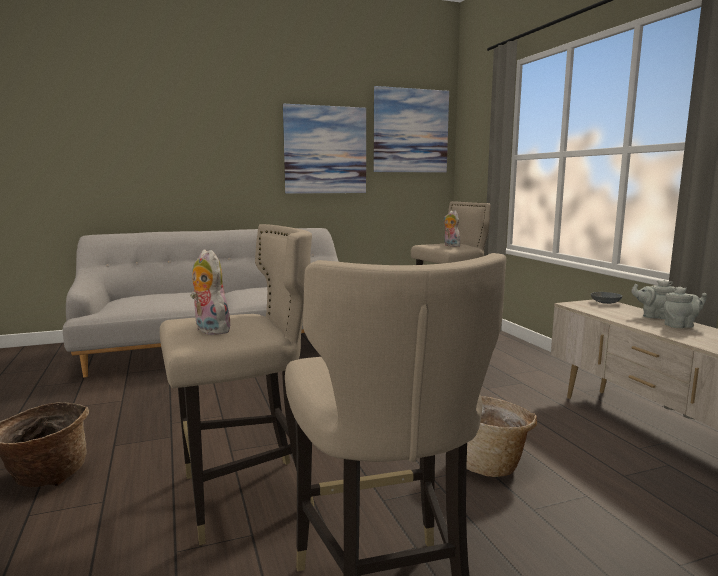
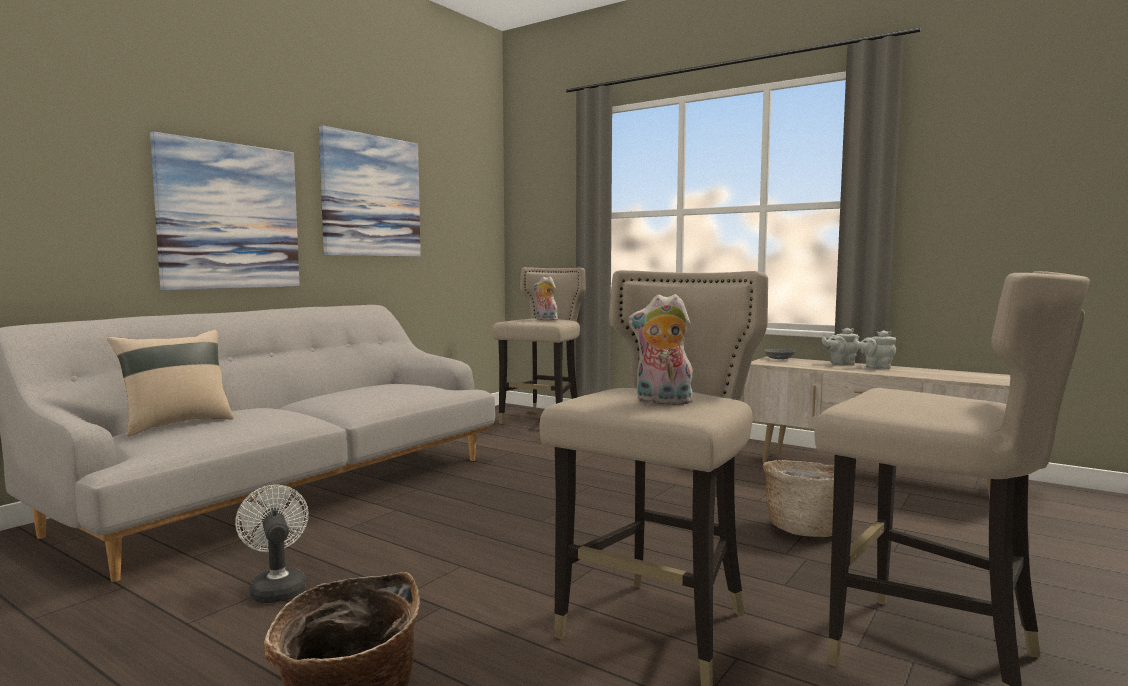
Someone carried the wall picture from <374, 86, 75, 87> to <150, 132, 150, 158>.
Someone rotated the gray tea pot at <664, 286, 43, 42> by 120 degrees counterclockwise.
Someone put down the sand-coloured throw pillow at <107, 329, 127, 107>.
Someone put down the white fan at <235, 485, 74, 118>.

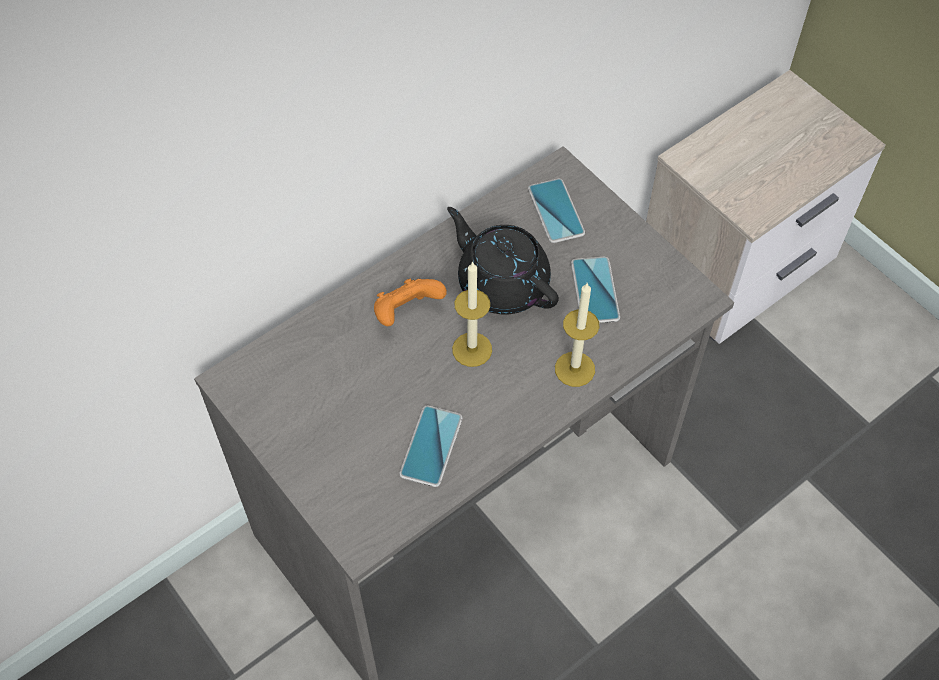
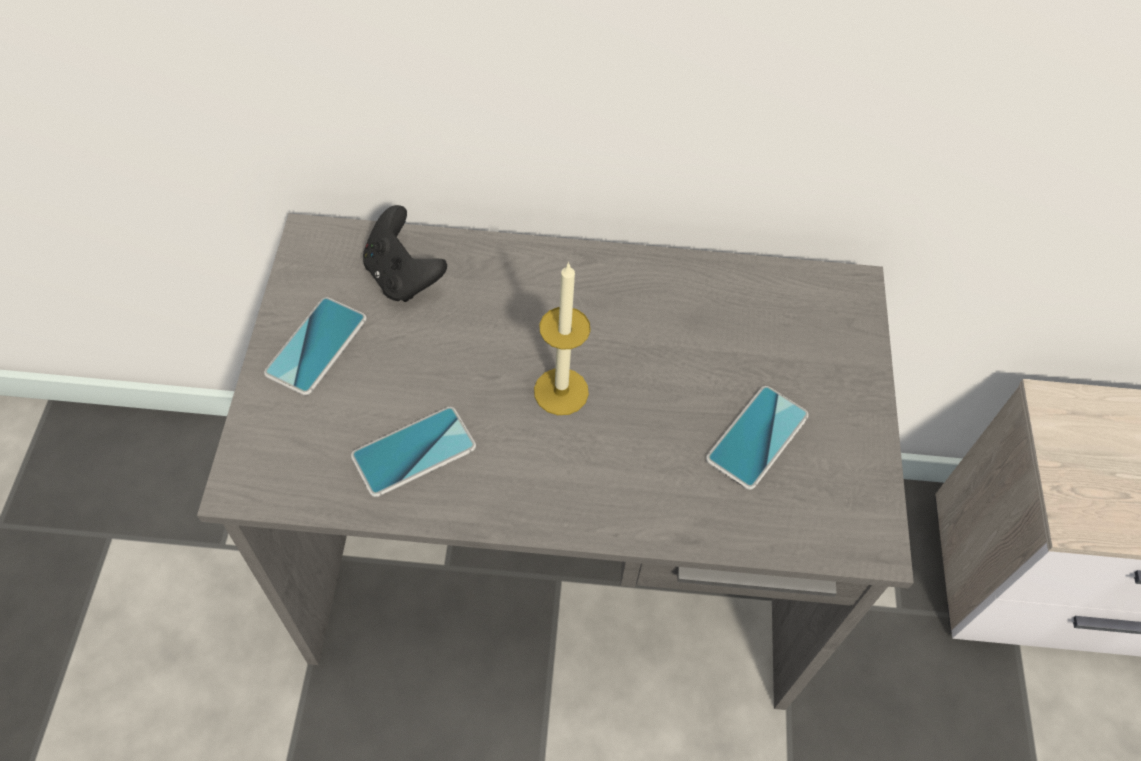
Someone carried the handset from <528, 179, 57, 64> to <264, 297, 103, 98>.
Someone took away the blackish tea pot at <447, 207, 112, 108>.
Someone took away the orange game controller at <374, 279, 73, 47>.
Someone took away the candle at <555, 283, 44, 104>.
Someone put down the blackish game controller at <363, 205, 84, 97>.

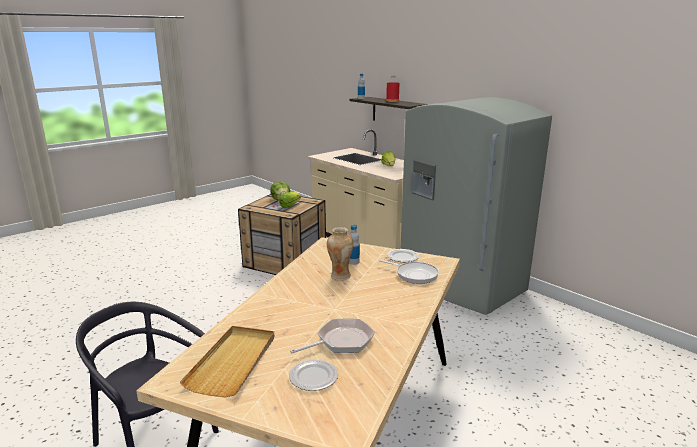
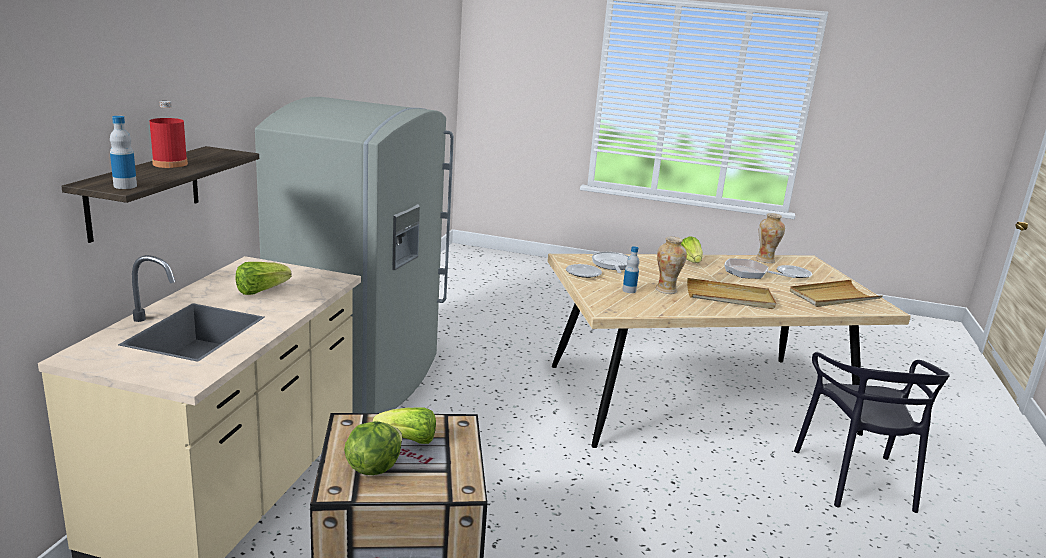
Someone put down the decorative vase at <756, 213, 29, 50>.
Someone put down the head of lettuce at <681, 236, 22, 27>.
Someone put down the sand-coloured carrying tray at <687, 278, 89, 31>.

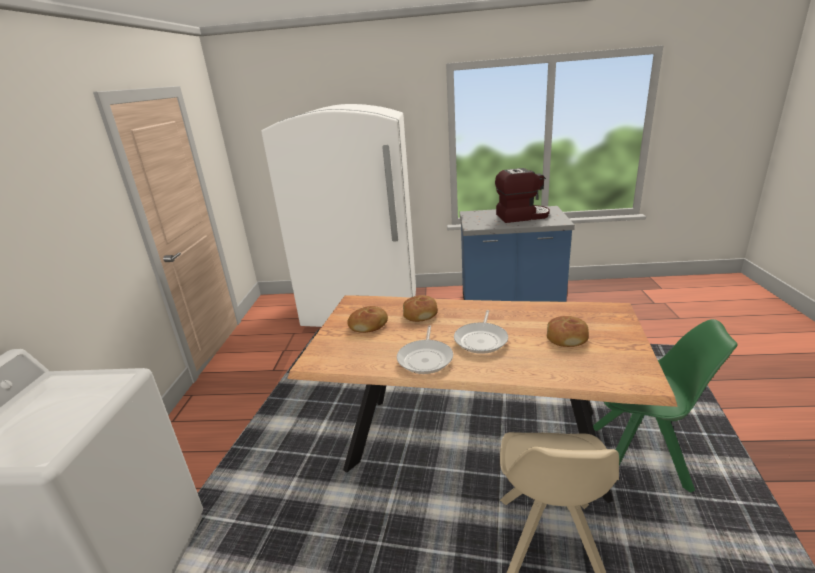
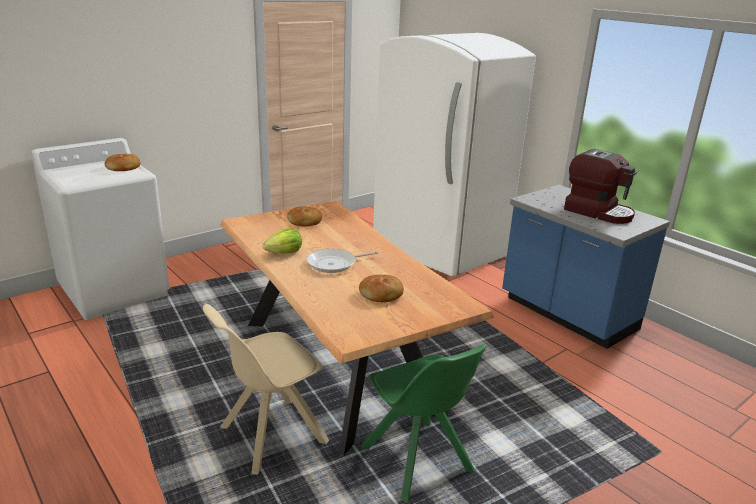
Someone carried the baked bread from <403, 295, 35, 27> to <104, 154, 36, 17>.
Someone swapped the frying pan at <397, 325, 56, 49> for the head of lettuce at <263, 229, 39, 24>.

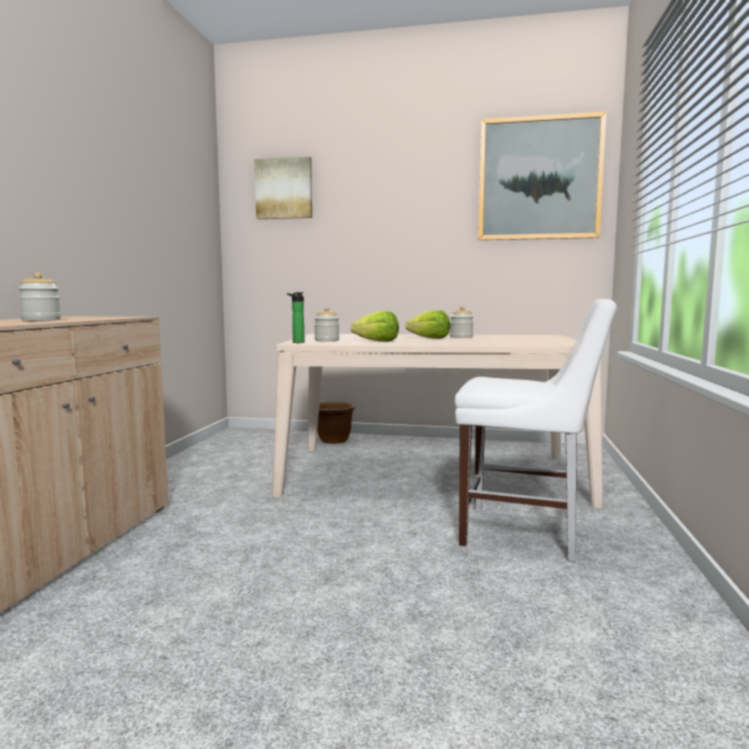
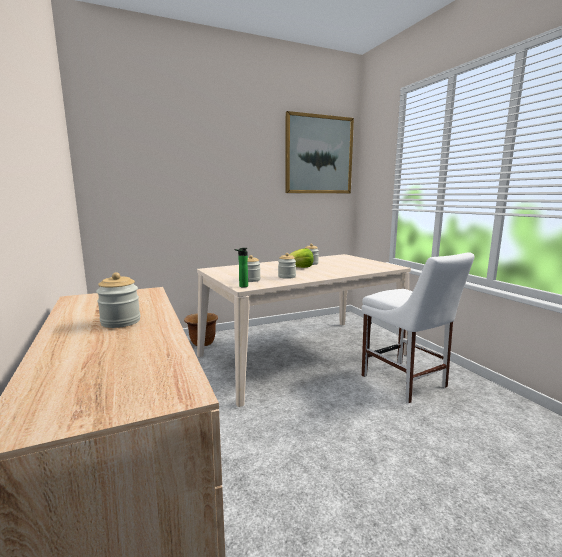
Someone took away the wall picture at <255, 156, 57, 63>.
Someone rotated the white chair at <454, 299, 163, 263> by 75 degrees clockwise.
Someone swapped the head of lettuce at <351, 311, 48, 31> for the preserve jar at <278, 253, 18, 26>.

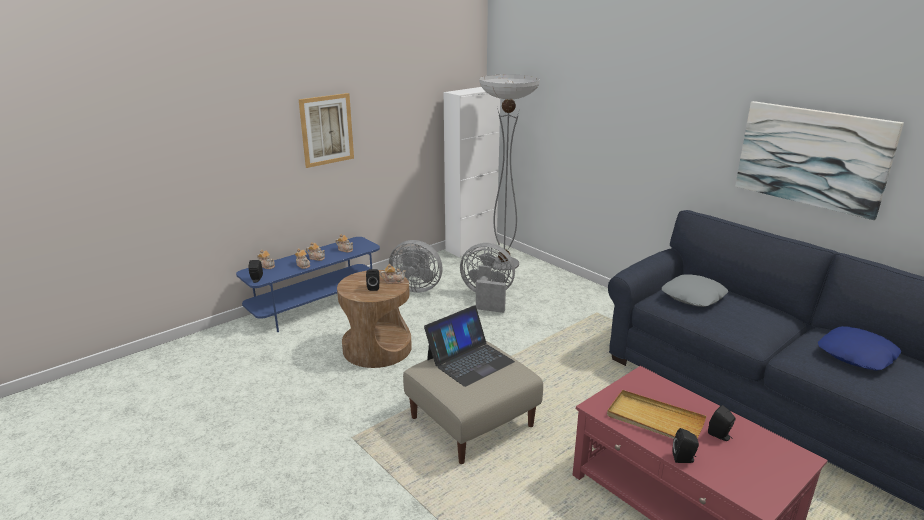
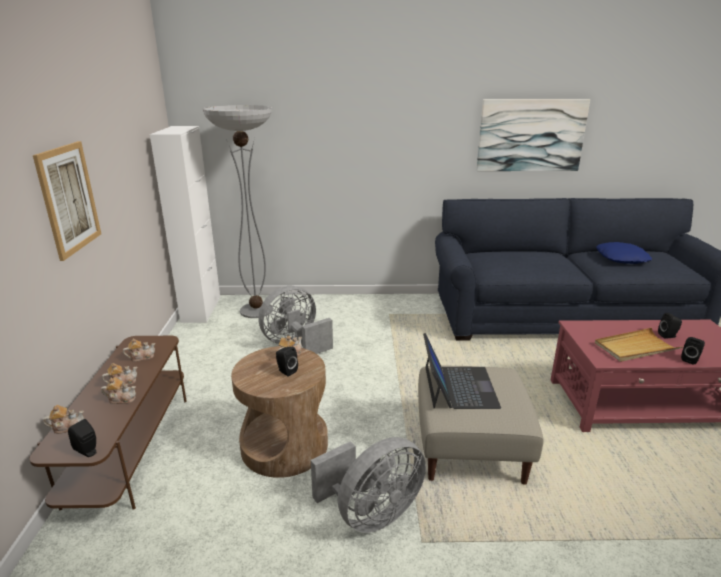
Someone repainted the blue-coloured tv unit at <236, 237, 144, 95>, which became the brownish tv unit at <30, 336, 157, 174>.
Someone carried the gray fan from <389, 240, 54, 53> to <311, 437, 115, 96>.
Someone took away the gray throw pillow at <662, 274, 66, 33>.

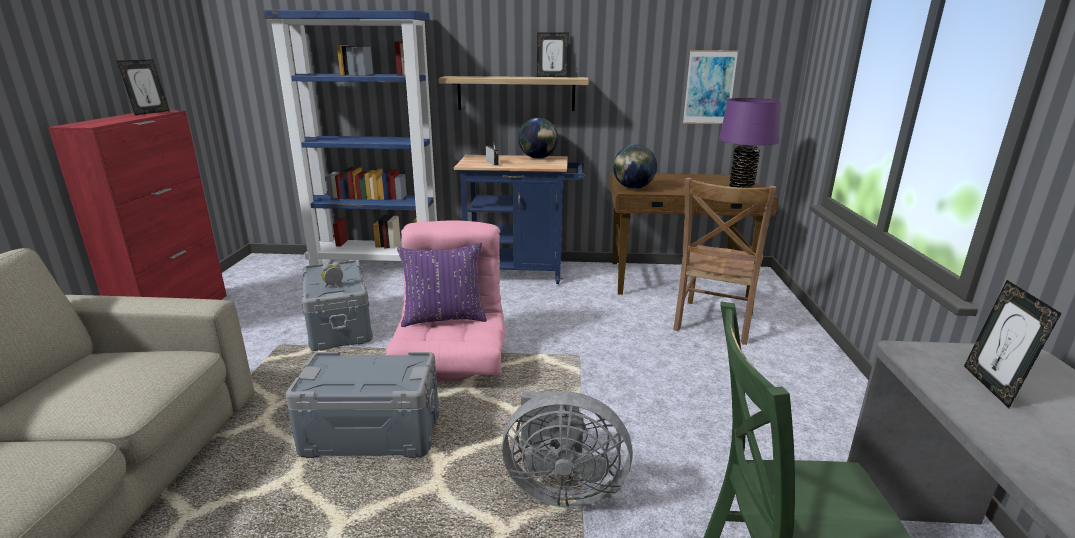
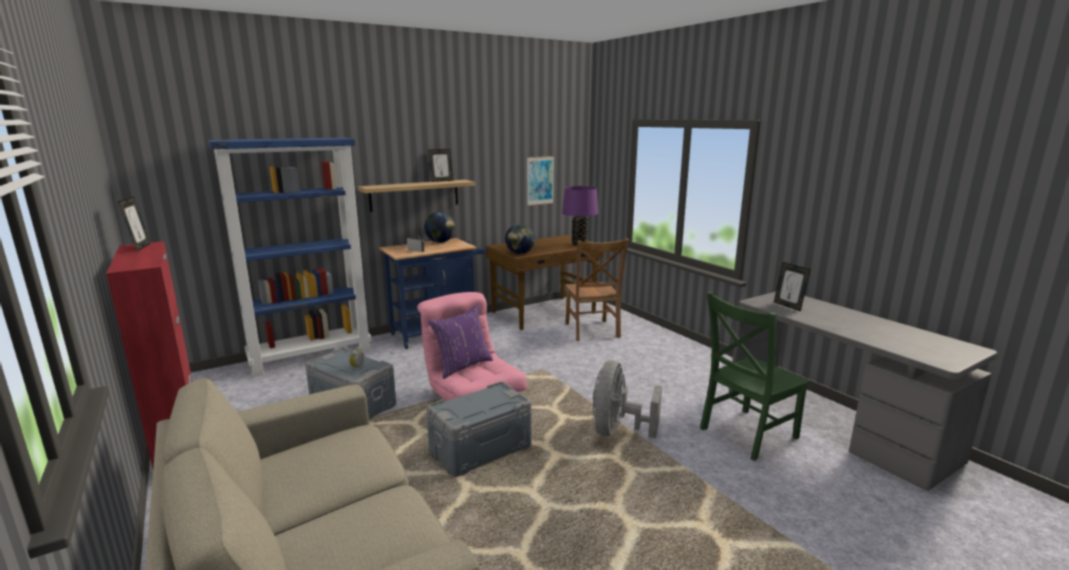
Someone rotated the gray fan at <502, 391, 131, 117> by 135 degrees clockwise.

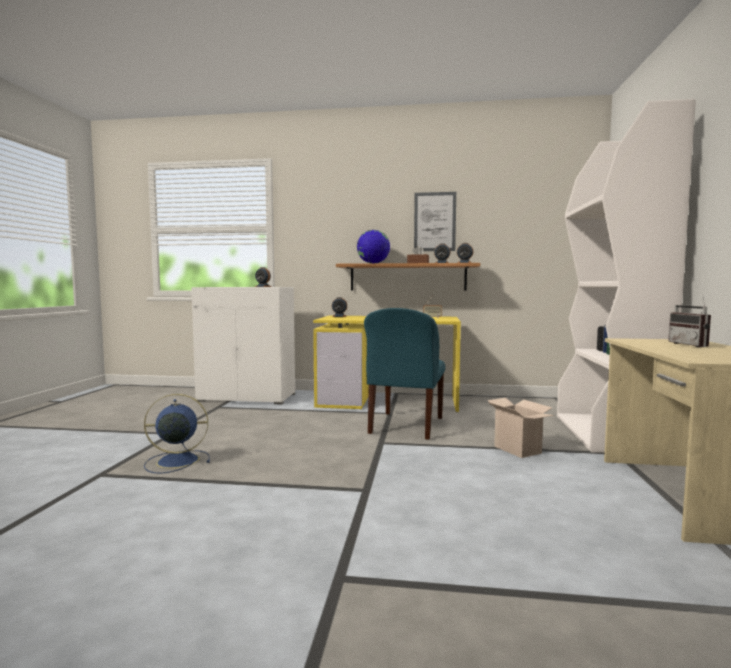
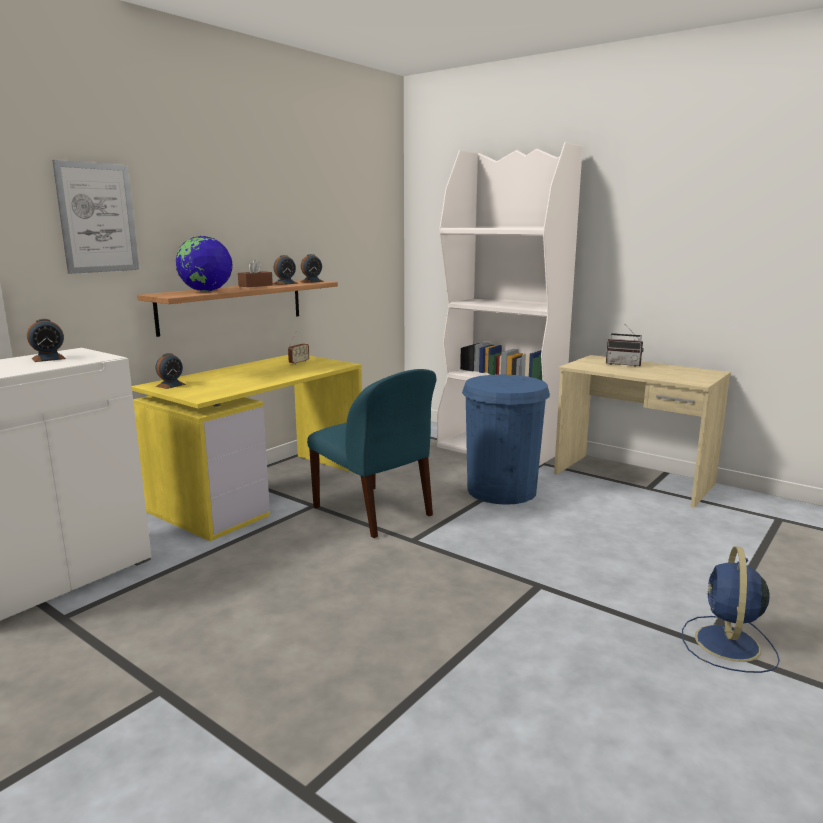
Someone carried the wall picture from <414, 192, 42, 59> to <52, 160, 87, 114>.
Someone carried the blue-coloured fan from <144, 394, 66, 80> to <682, 546, 98, 127>.
Someone swapped the cardboard box at <487, 398, 67, 60> for the blue-coloured waste bin at <462, 375, 88, 130>.

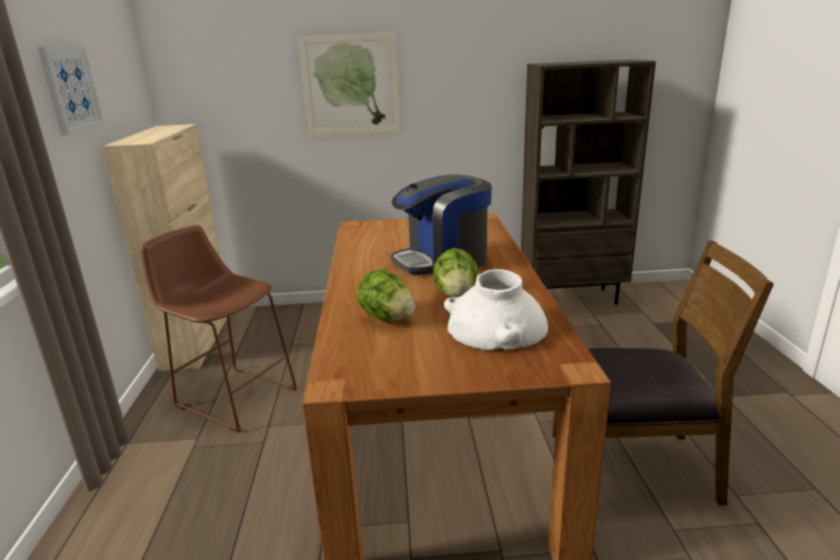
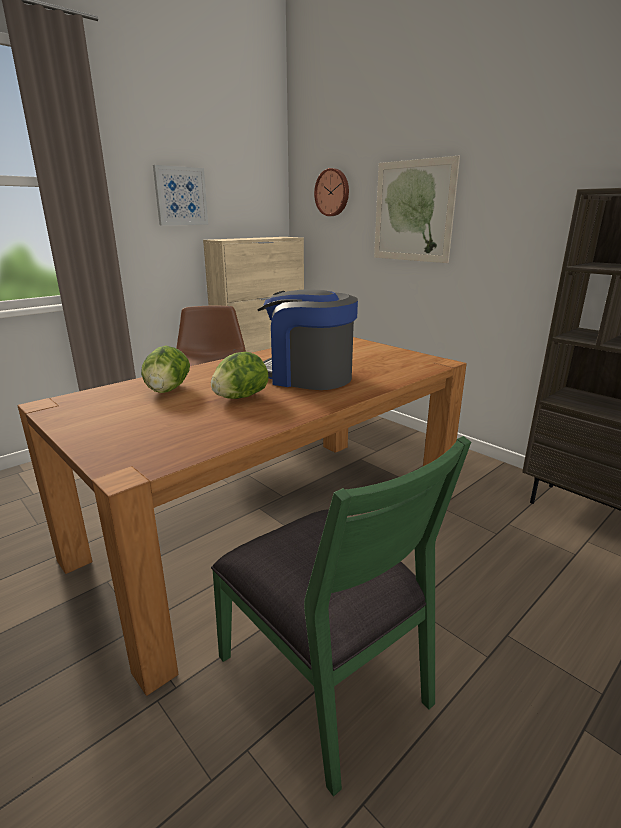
Someone repainted the brownish chair at <551, 240, 223, 265>, which became the greenish chair at <211, 436, 260, 361>.
Someone took away the white decorative vase at <444, 269, 104, 81>.
Someone put up the hanging clock at <314, 168, 35, 48>.

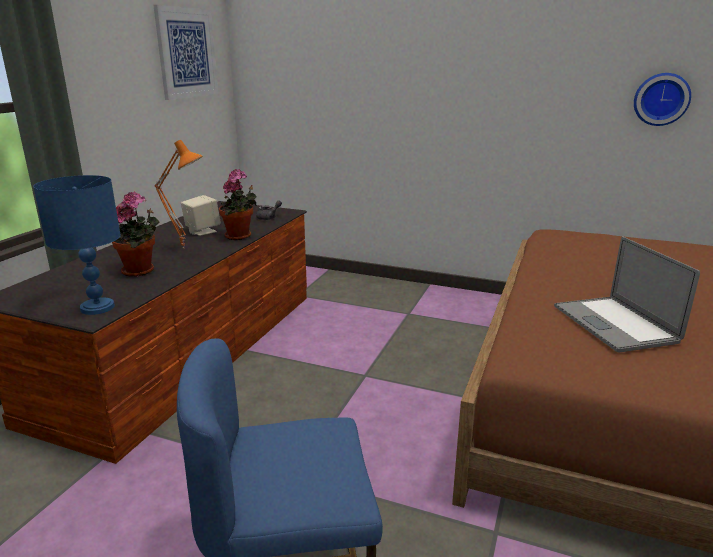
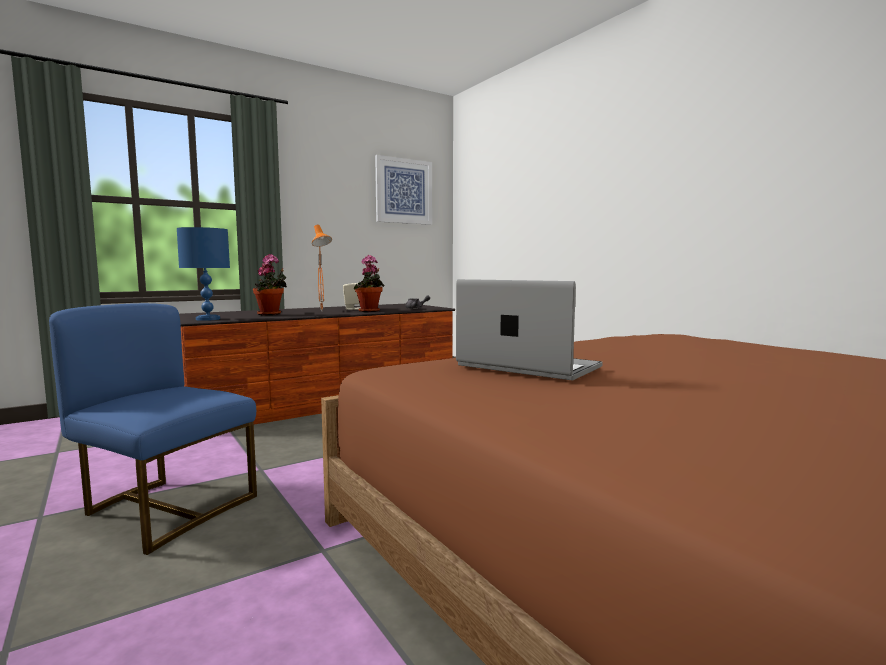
Someone took away the hanging clock at <634, 73, 57, 53>.
Someone rotated the notebook computer at <554, 236, 146, 116> by 105 degrees clockwise.

